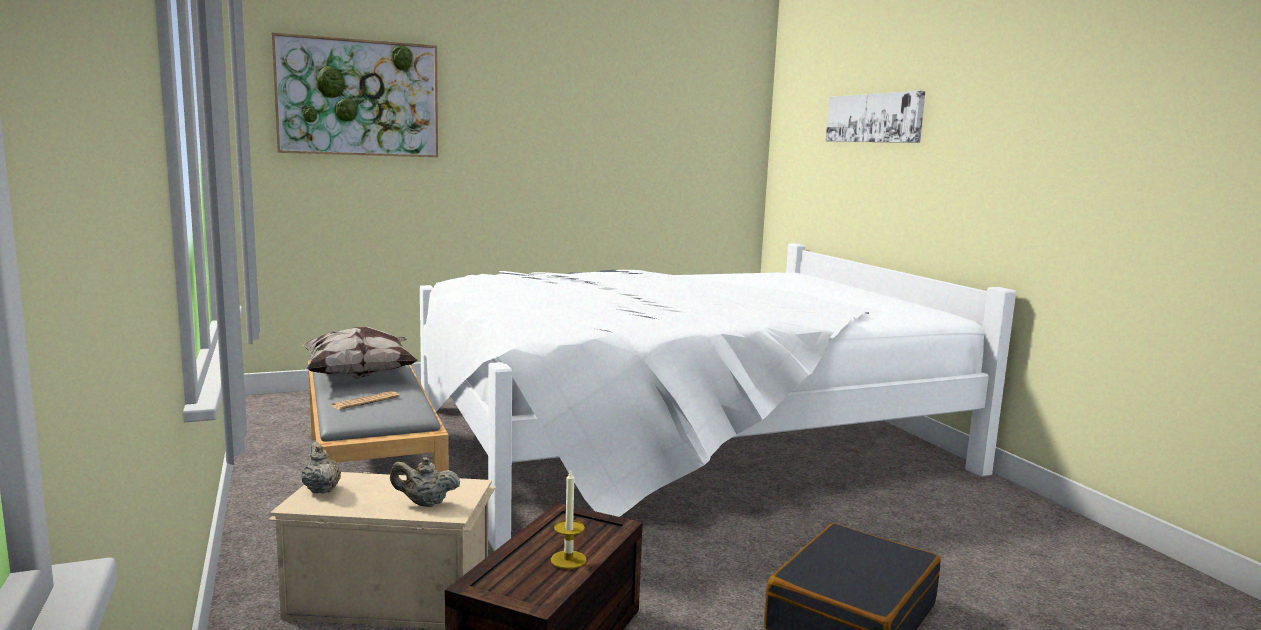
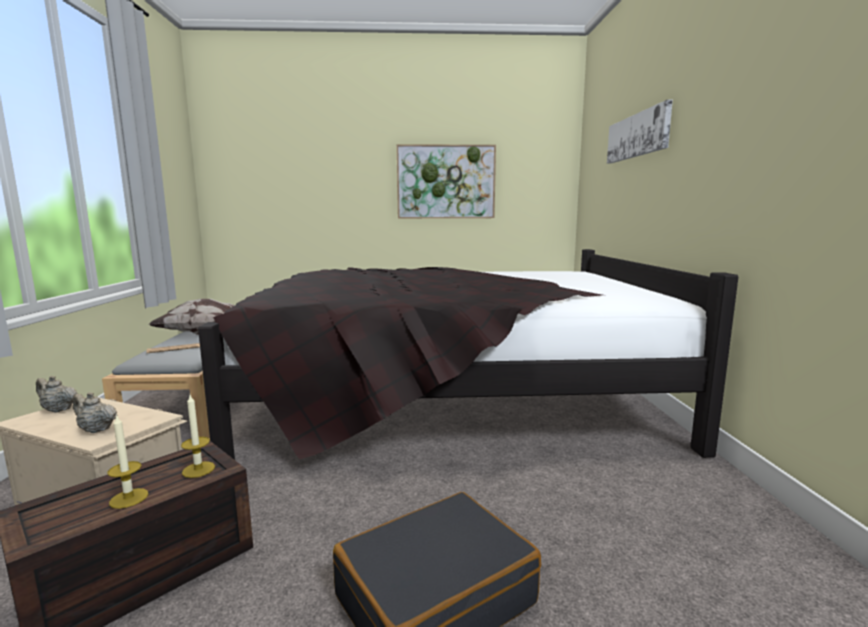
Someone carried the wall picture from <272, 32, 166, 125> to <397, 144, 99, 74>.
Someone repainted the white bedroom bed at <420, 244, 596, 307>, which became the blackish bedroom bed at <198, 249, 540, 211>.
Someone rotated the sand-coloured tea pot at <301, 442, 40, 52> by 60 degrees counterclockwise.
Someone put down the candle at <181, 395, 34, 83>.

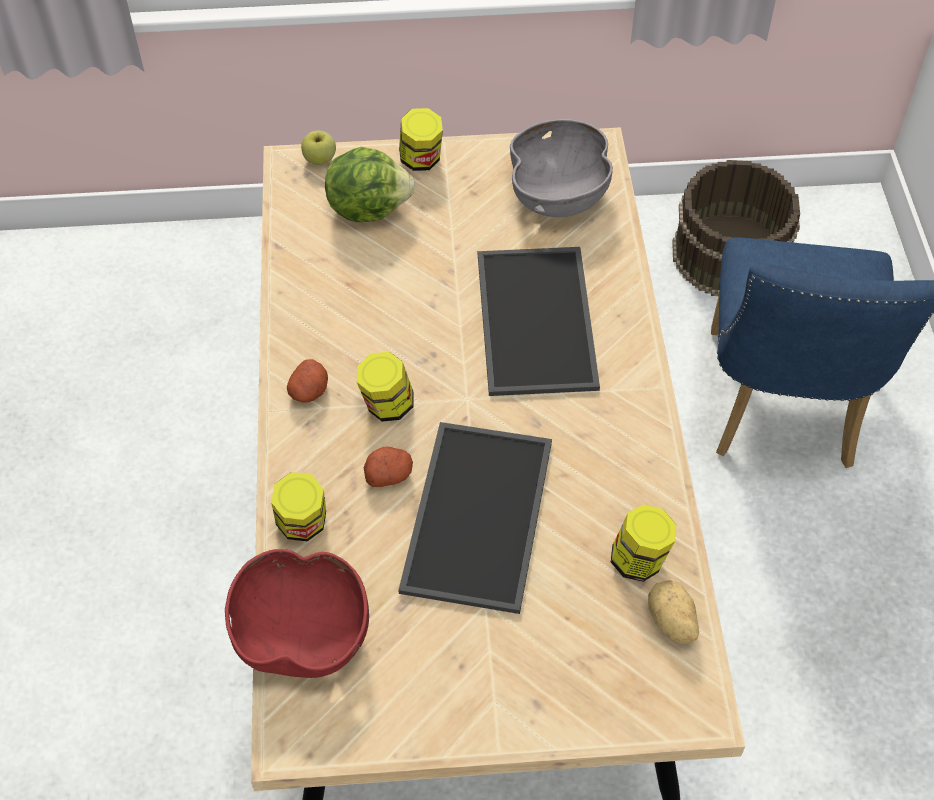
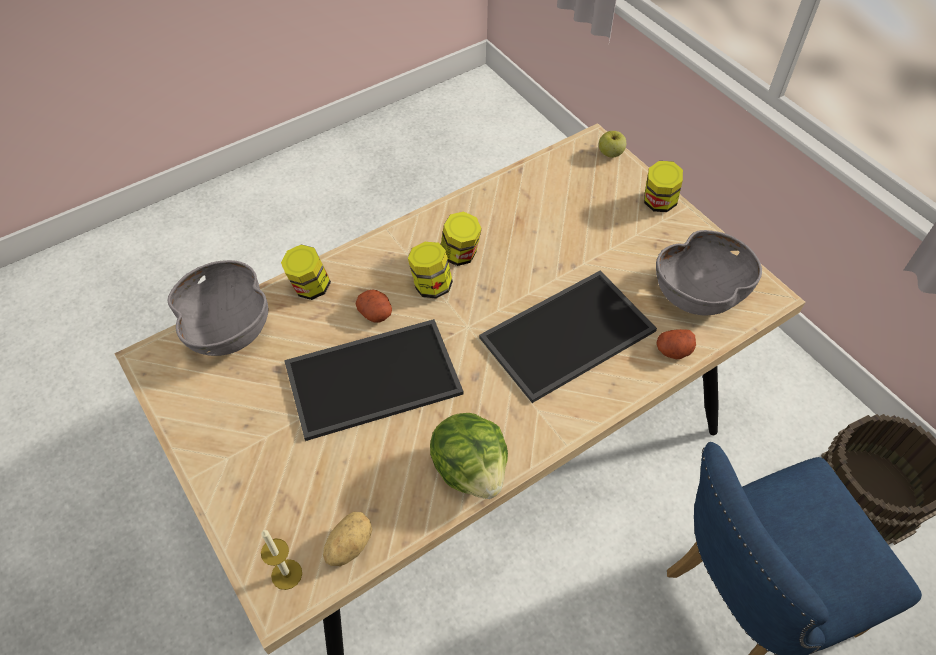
Someone carried the head of lettuce from <325, 147, 90, 75> to <430, 413, 78, 86>.
Someone carried the potato from <287, 359, 41, 43> to <657, 329, 39, 30>.
Someone carried the preserve jar from <611, 505, 65, 77> to <441, 211, 41, 55>.
Someone repainted the reddish bowl at <225, 549, 144, 129>, which became the gray bowl at <168, 260, 100, 96>.
Someone put down the candle at <261, 530, 41, 60>.

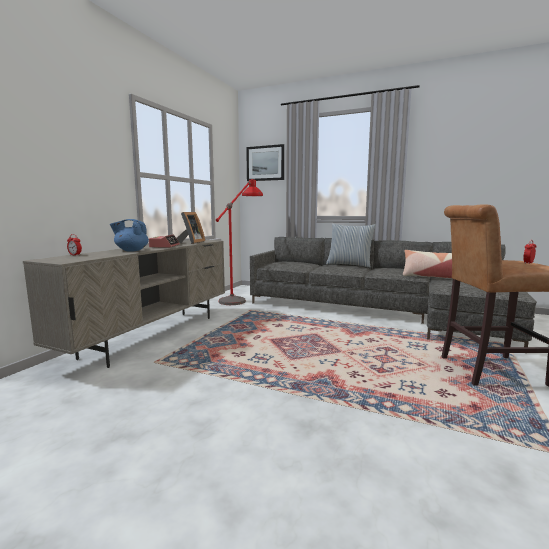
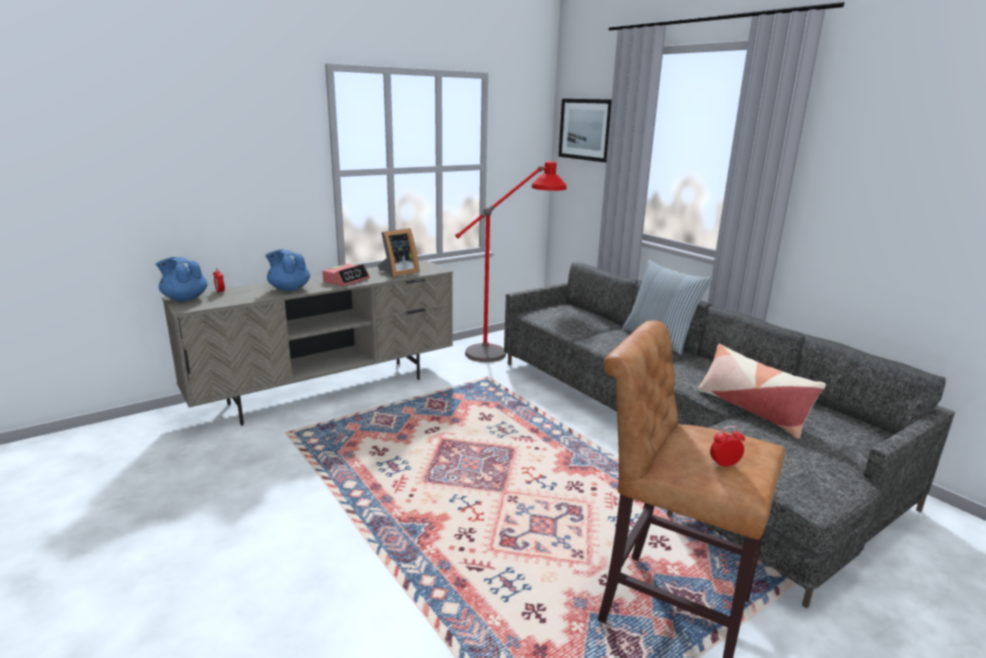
Someone put down the blue-coloured tea pot at <156, 257, 52, 44>.

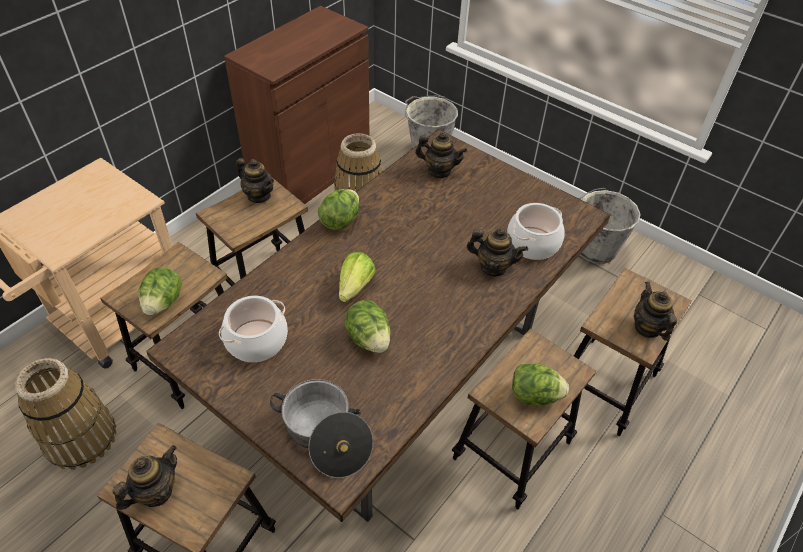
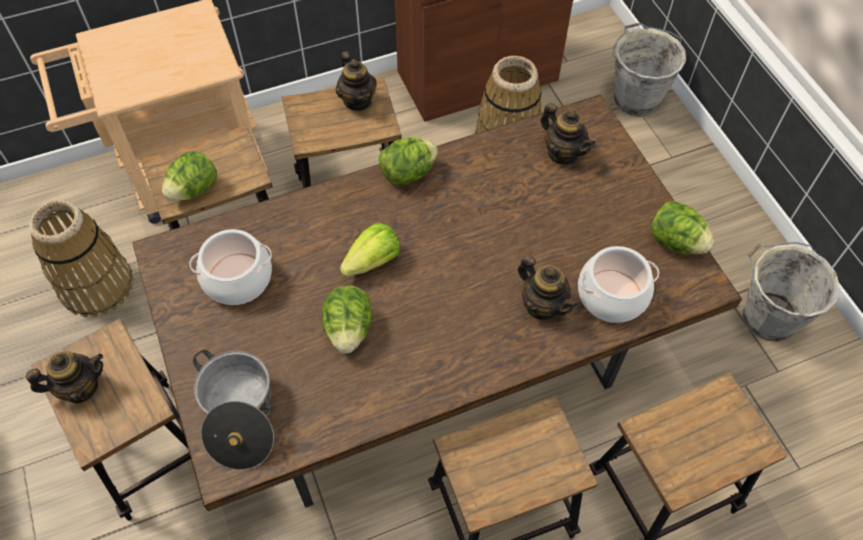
Someone took away the tea pot at <634, 282, 43, 59>.
Someone carried the head of lettuce from <512, 364, 57, 42> to <650, 201, 64, 53>.

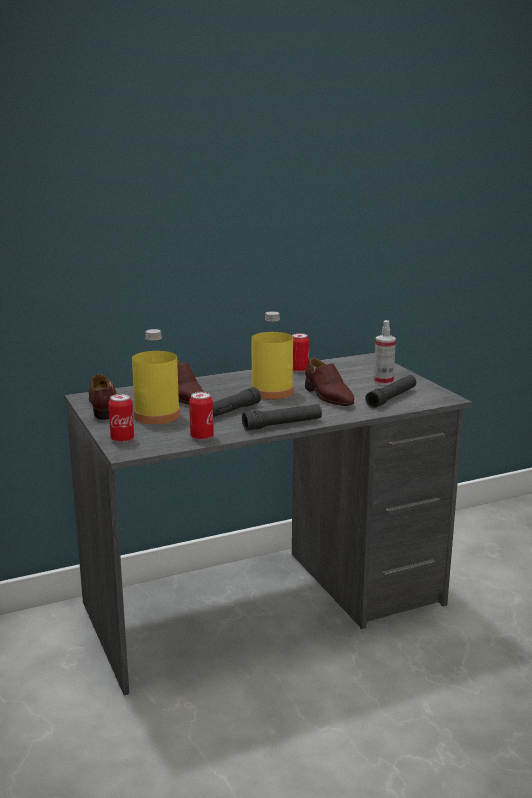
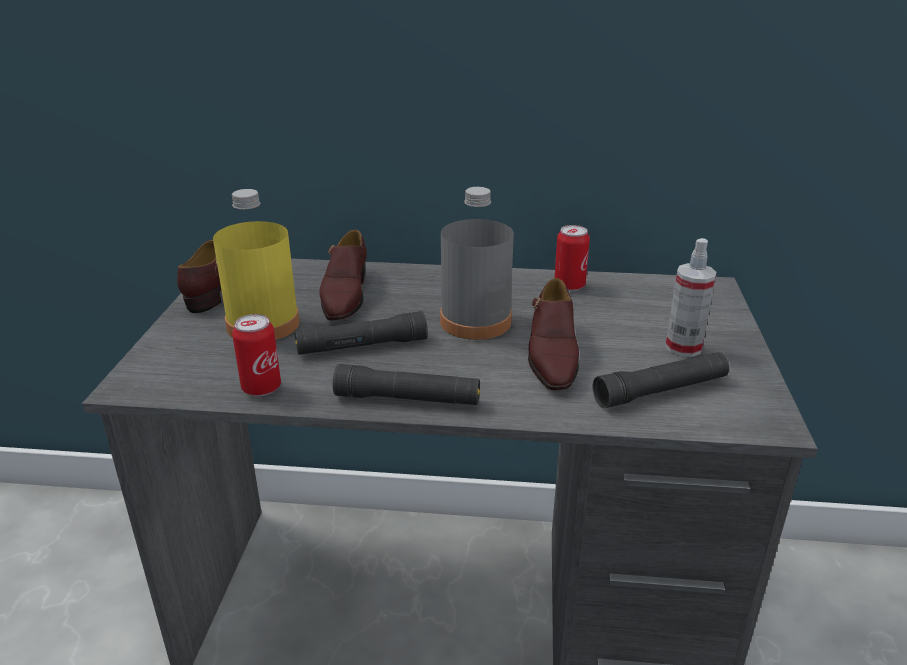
Someone repainted the yellow-coloured bottle at <251, 311, 42, 89>, which became the gray bottle at <440, 187, 74, 153>.
Someone took away the can at <108, 394, 26, 49>.

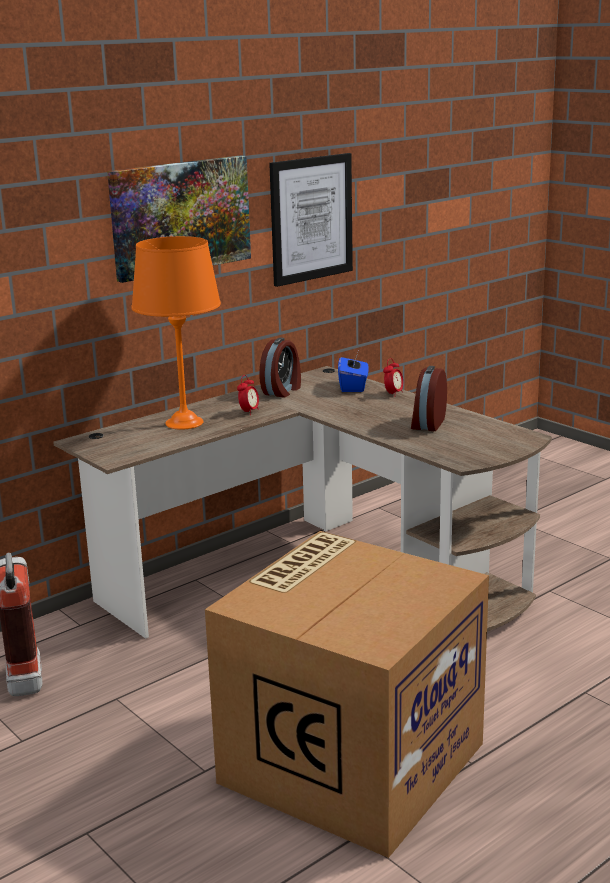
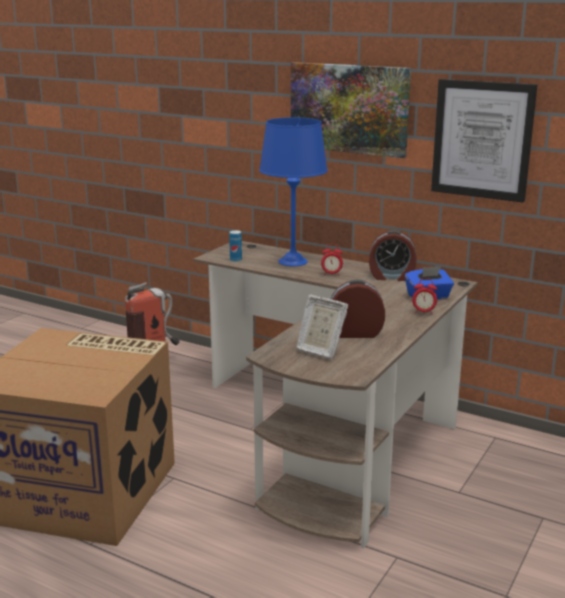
Someone repainted the orange table lamp at <131, 236, 90, 194>, which became the blue-coloured table lamp at <259, 118, 69, 148>.
Someone put down the can at <229, 230, 13, 32>.
Someone put down the picture frame at <296, 295, 52, 65>.

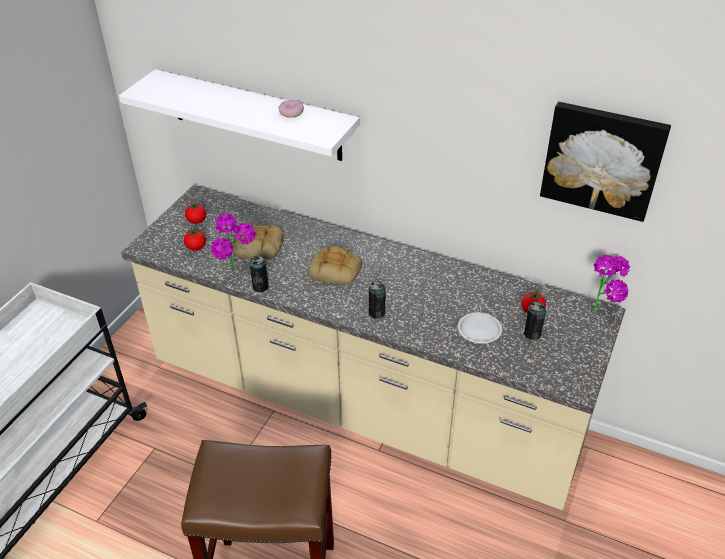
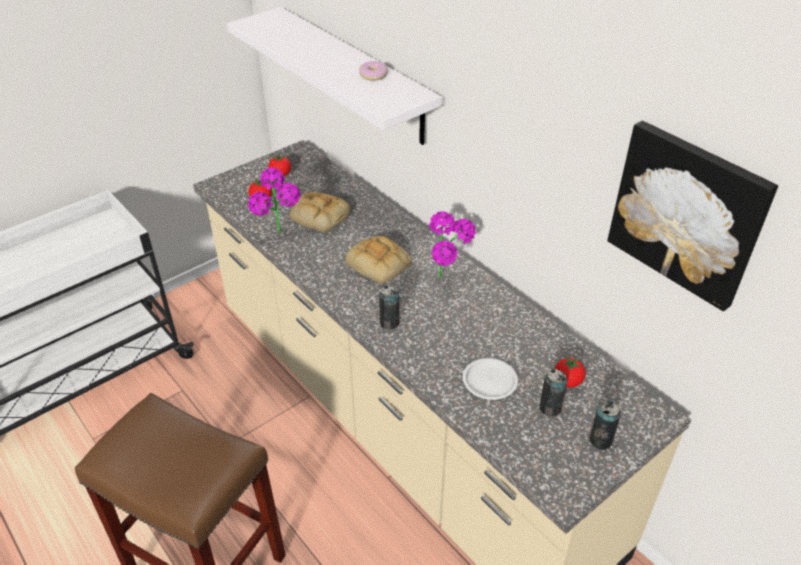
Someone carried the houseplant from <593, 255, 37, 59> to <429, 211, 47, 67>.
Someone carried the can from <250, 256, 19, 36> to <590, 401, 31, 49>.

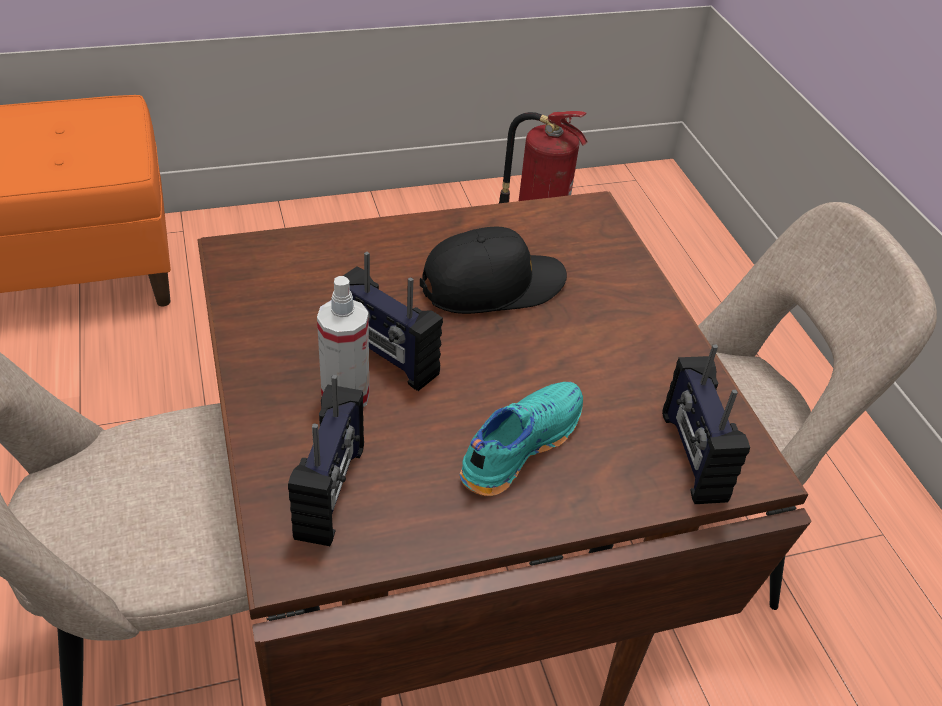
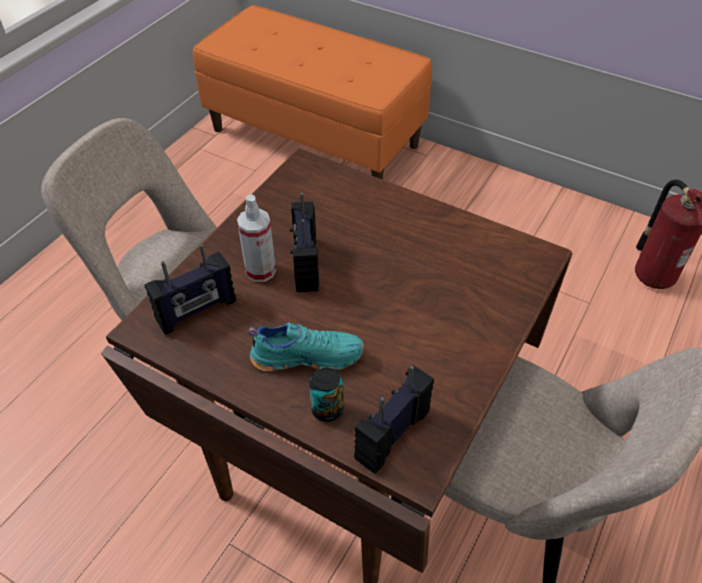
Someone took away the blackish cap at <420, 227, 147, 87>.
Someone put down the can at <309, 367, 34, 55>.

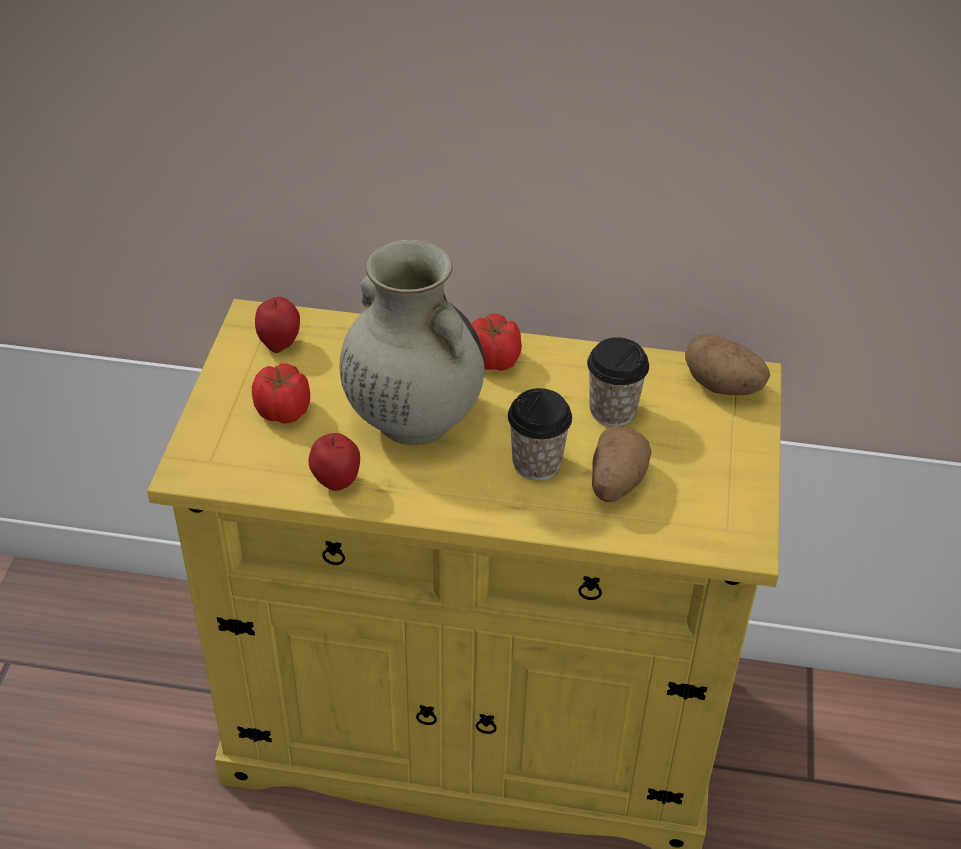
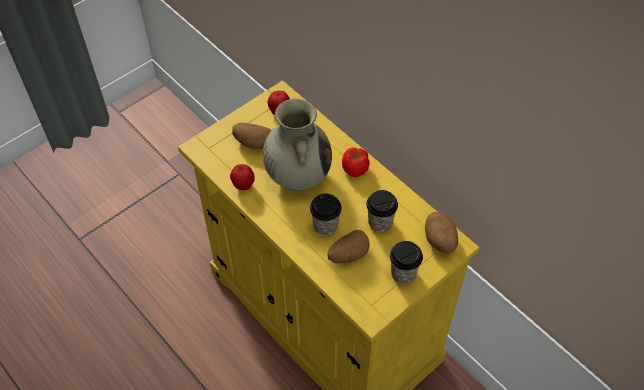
Someone swapped the tomato at <252, 363, 58, 60> for the potato at <232, 123, 40, 26>.
Someone put down the small cup at <390, 241, 33, 43>.

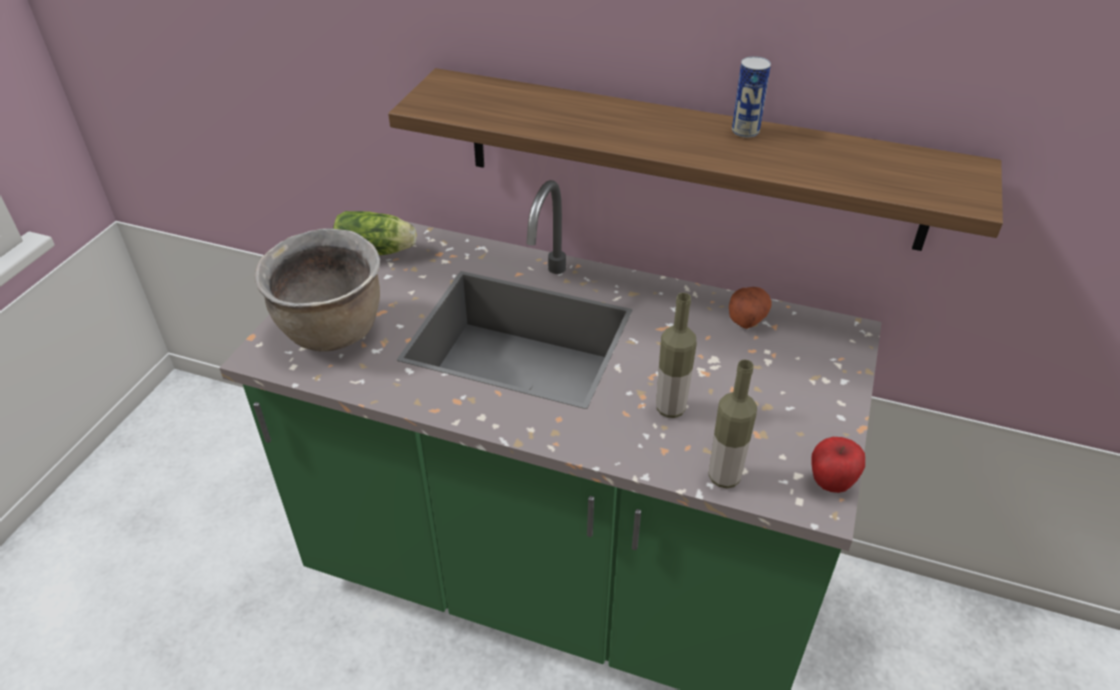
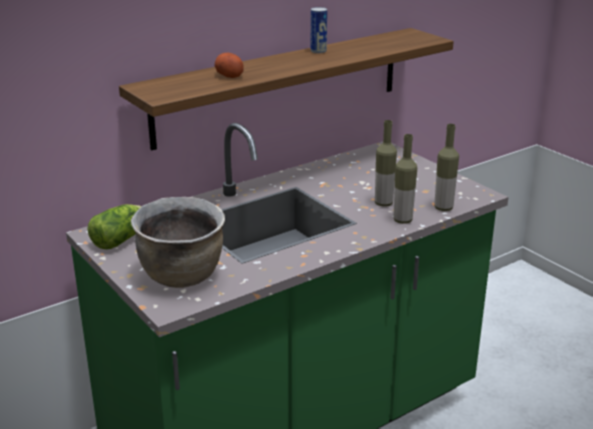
Someone carried the potato from <729, 287, 43, 42> to <215, 53, 29, 25>.
Someone took away the apple at <811, 437, 54, 56>.
Someone put down the bottle at <394, 134, 23, 90>.

